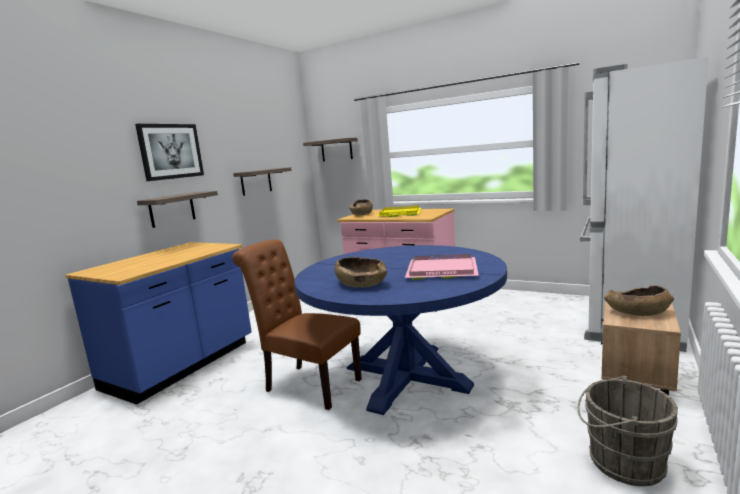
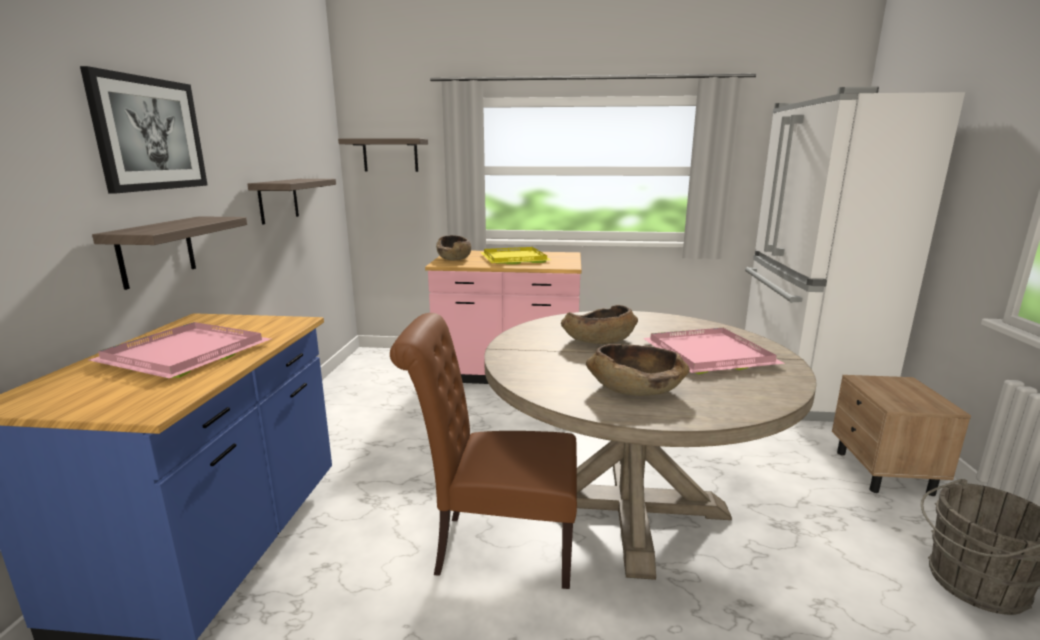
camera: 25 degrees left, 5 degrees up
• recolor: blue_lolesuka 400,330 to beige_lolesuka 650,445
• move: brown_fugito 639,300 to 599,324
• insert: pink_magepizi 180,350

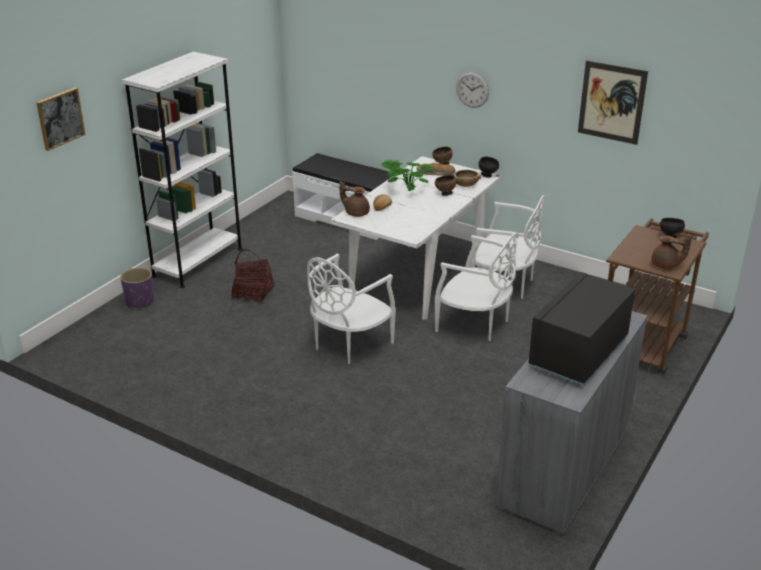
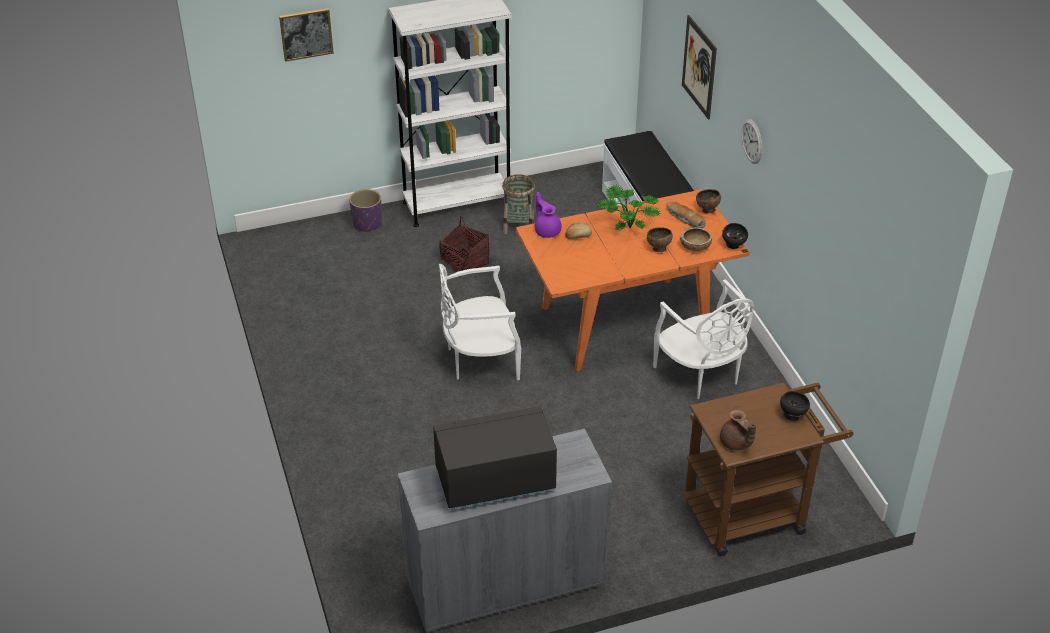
camera: 40 degrees right, 10 degrees up
• recolor: white_lolesuka 416,238 to orange_lolesuka 632,280
• recolor: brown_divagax 355,199 to purple_divagax 548,215
• delete: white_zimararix 477,287
• move: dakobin 613,102 to 699,67
• insert: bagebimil 518,204

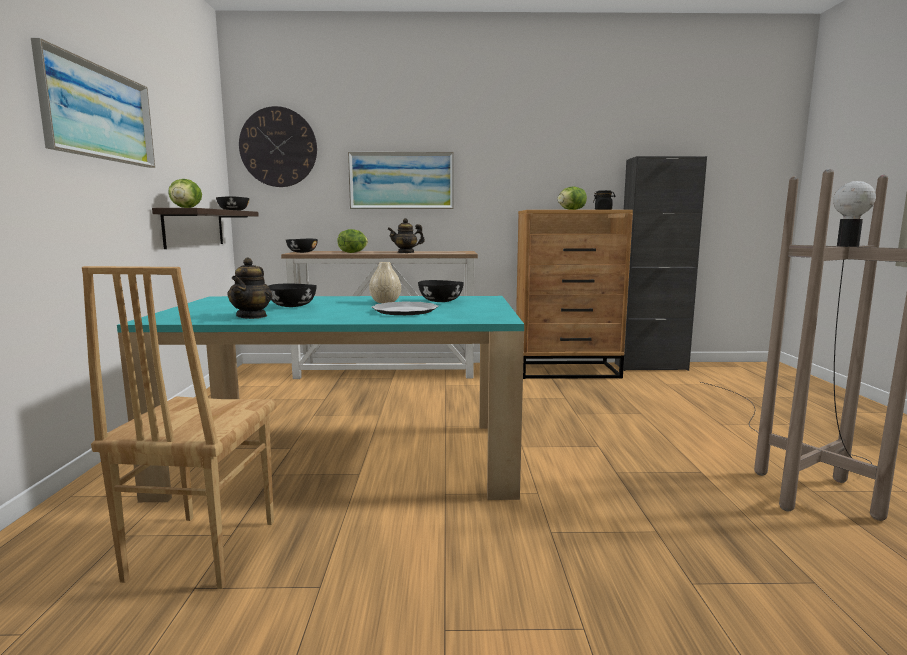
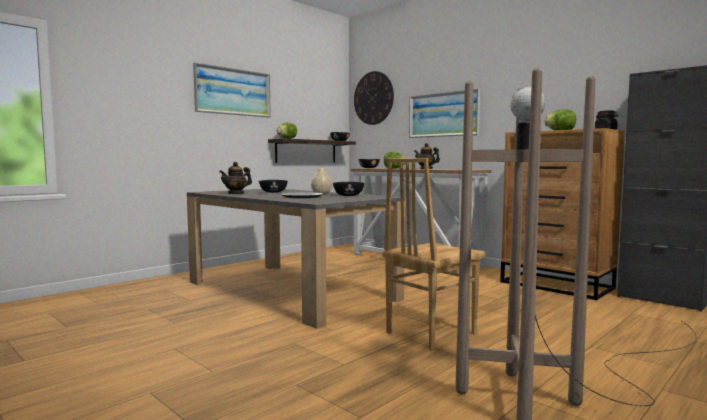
camera: 45 degrees right, 5 degrees down
• move: brown_zimararix 179,427 to 434,254
• recolor: turquoise_lolesuka 320,399 to grey_lolesuka 296,259

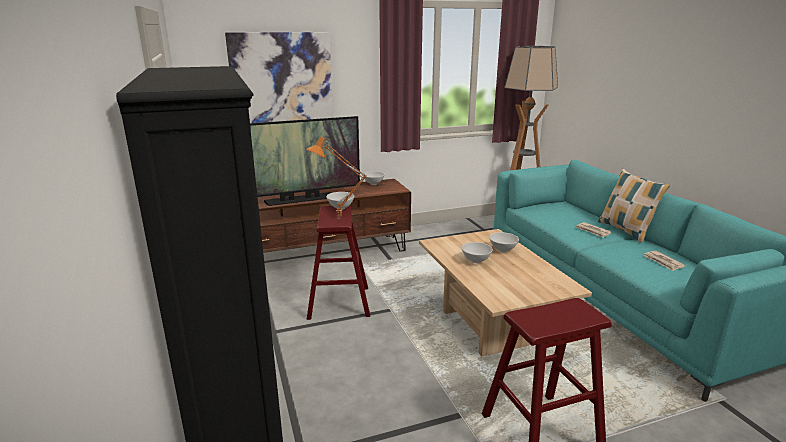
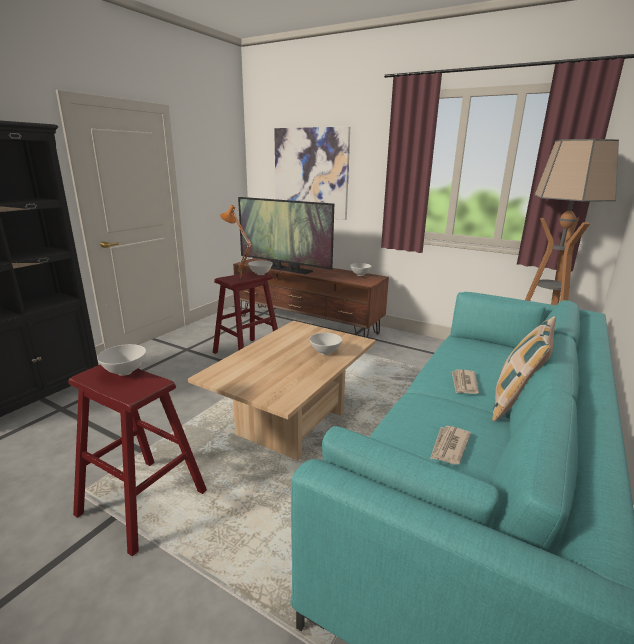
camera: 50 degrees right, 0 degrees up
• move: white_fugito 477,252 to 121,360

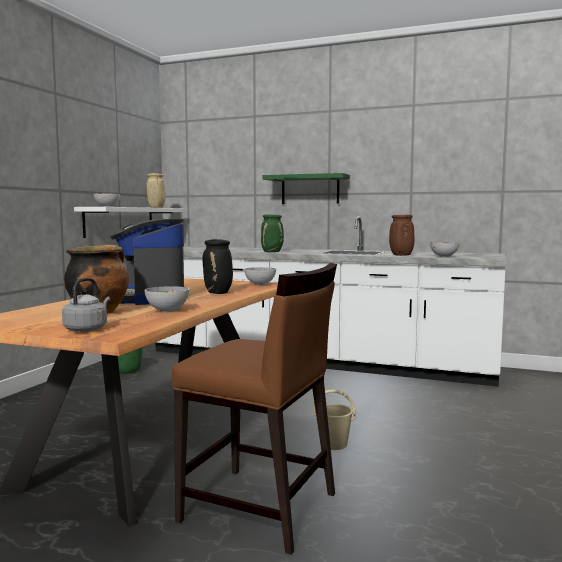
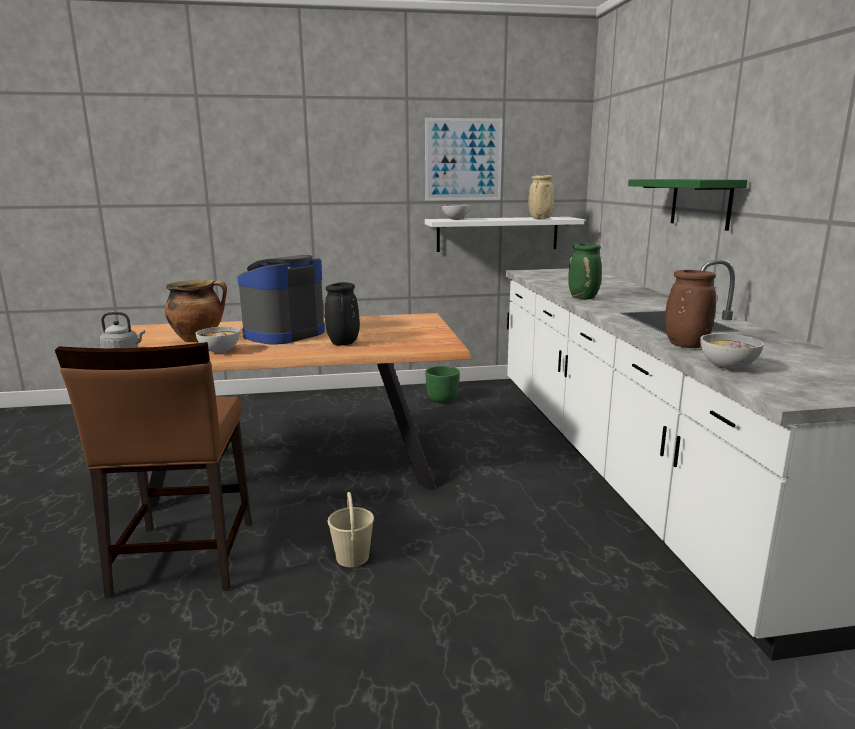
camera: 60 degrees right, 10 degrees up
• delete: fugito 260,276
• insert: dakobin 464,159

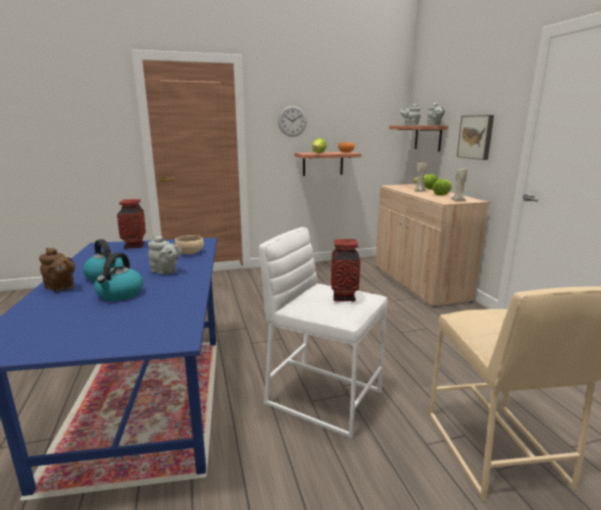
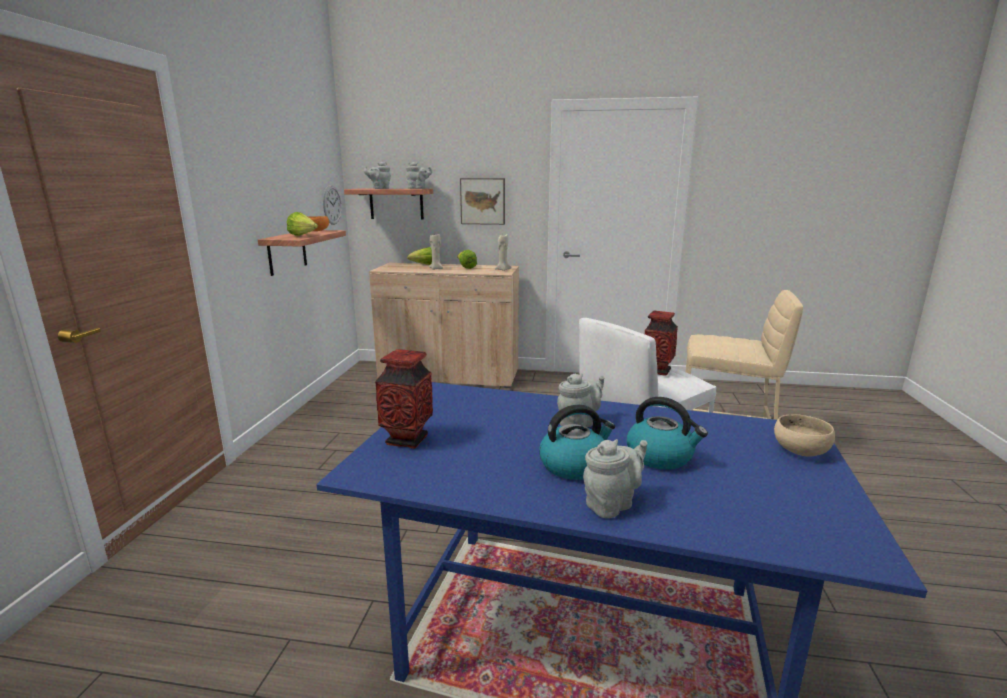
camera: 65 degrees left, 0 degrees up
• recolor: brown_divagax 57,269 to grey_divagax 615,478
• move: beige_fugito 189,244 to 804,435
• move: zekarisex 292,121 to 332,205

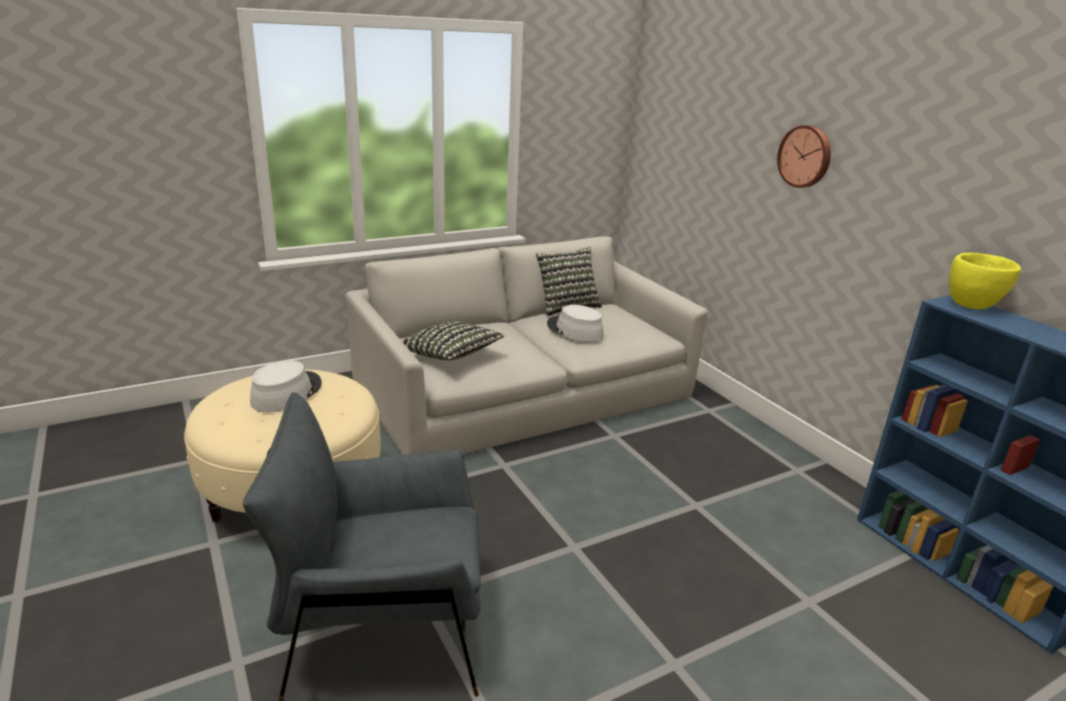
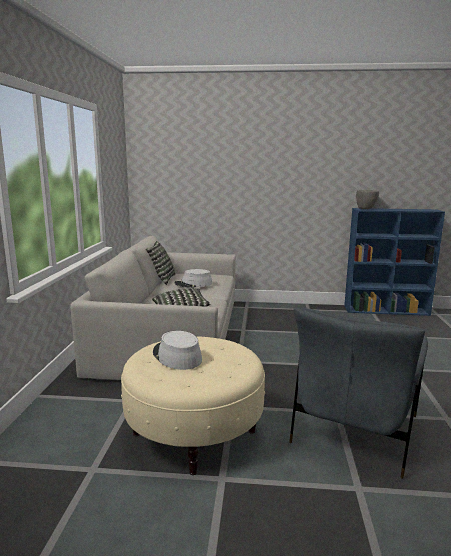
camera: 55 degrees left, 10 degrees down
• delete: zekarisex 804,156
• recolor: yellow_fugito 985,281 to grey_fugito 367,199

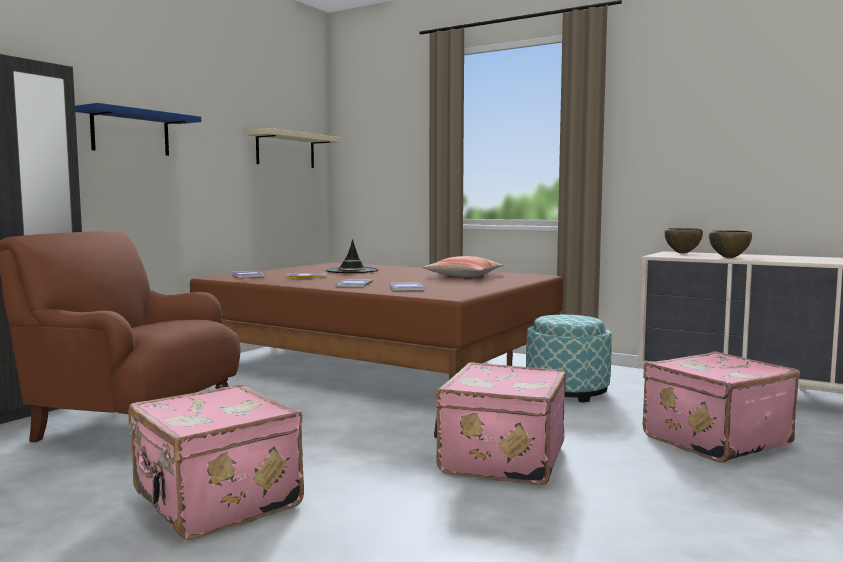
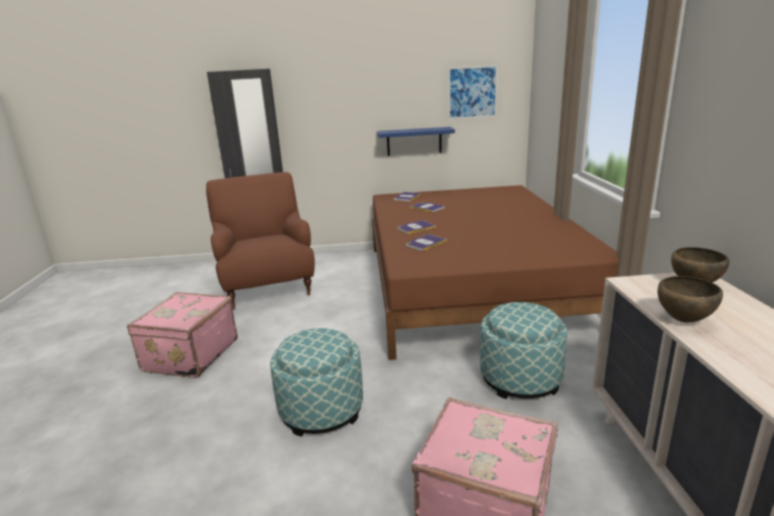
camera: 55 degrees right, 15 degrees up
• move: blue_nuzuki 138,129 to 416,141
• replace: beige_nuzuki 294,148 to dakobin 473,92
• delete: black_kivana 352,256
• delete: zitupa 462,266
• replace: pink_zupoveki 500,423 to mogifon 316,382

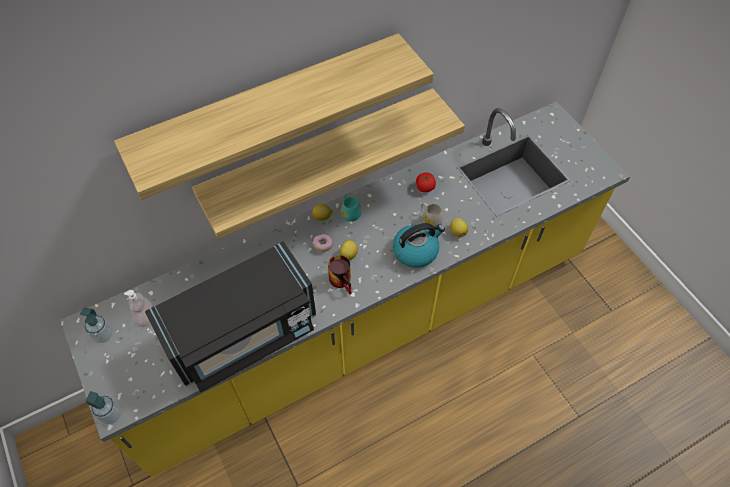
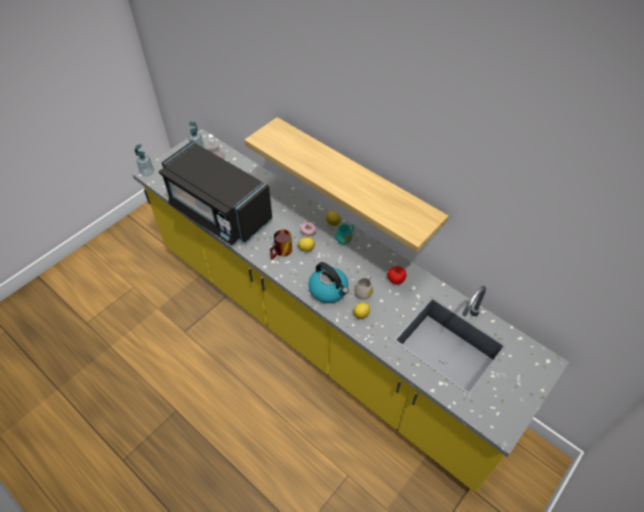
camera: 70 degrees right, 5 degrees down
• delete: nuzuki 274,116

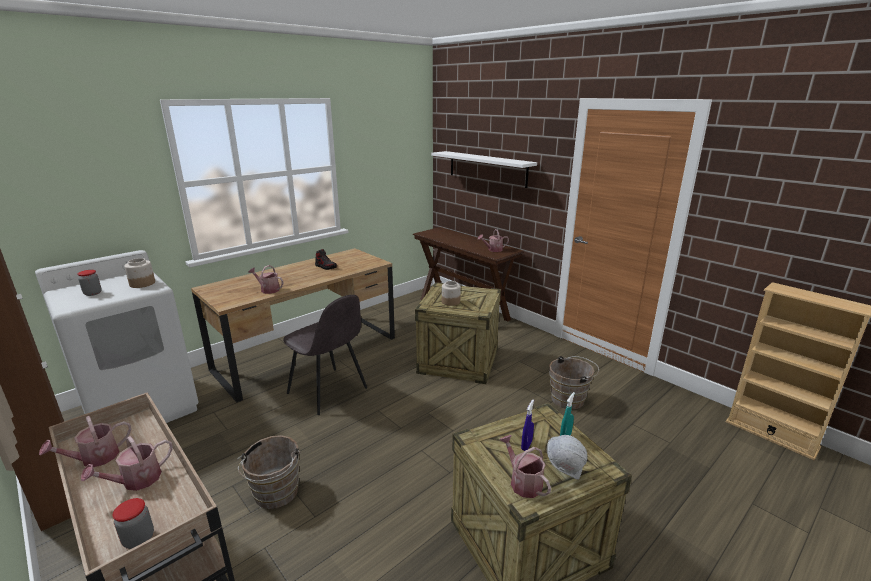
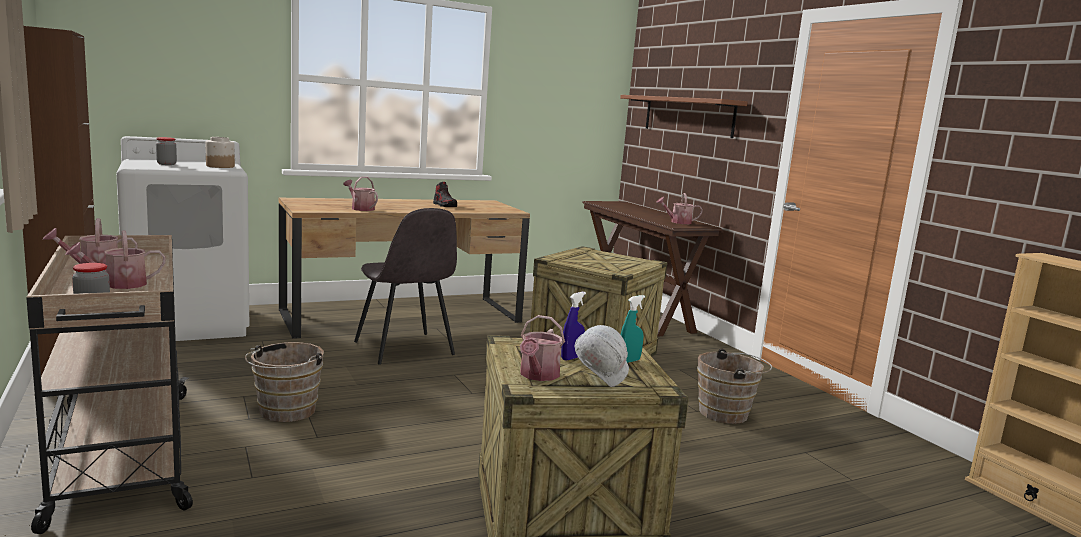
camera: 15 degrees right, 10 degrees down
• recolor: white_nuzuki 484,169 to brown_nuzuki 684,116
• delete: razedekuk 451,293
• rotate: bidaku 525,466 = 542,348 150 degrees counterclockwise

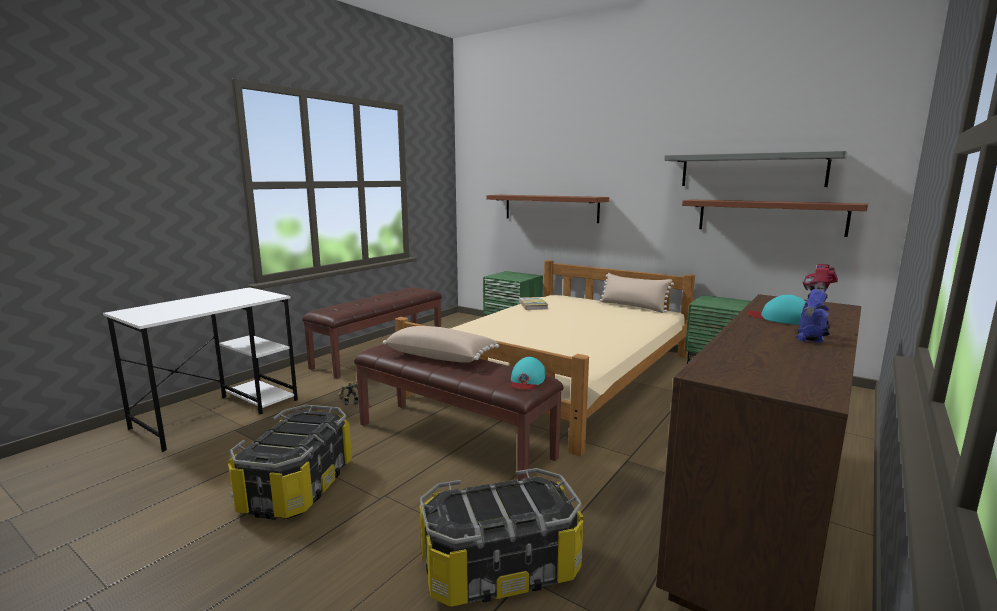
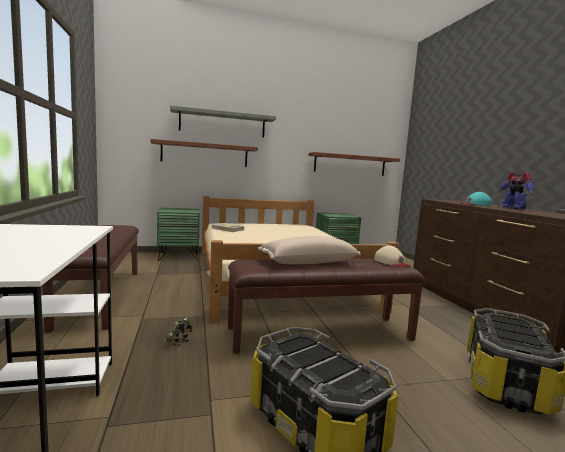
camera: 50 degrees left, 5 degrees down
• recolor: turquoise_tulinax 528,373 to beige_tulinax 392,256
• delete: beige_zitupa 637,293
• move: grey_nuzuki 756,169 to 223,121

